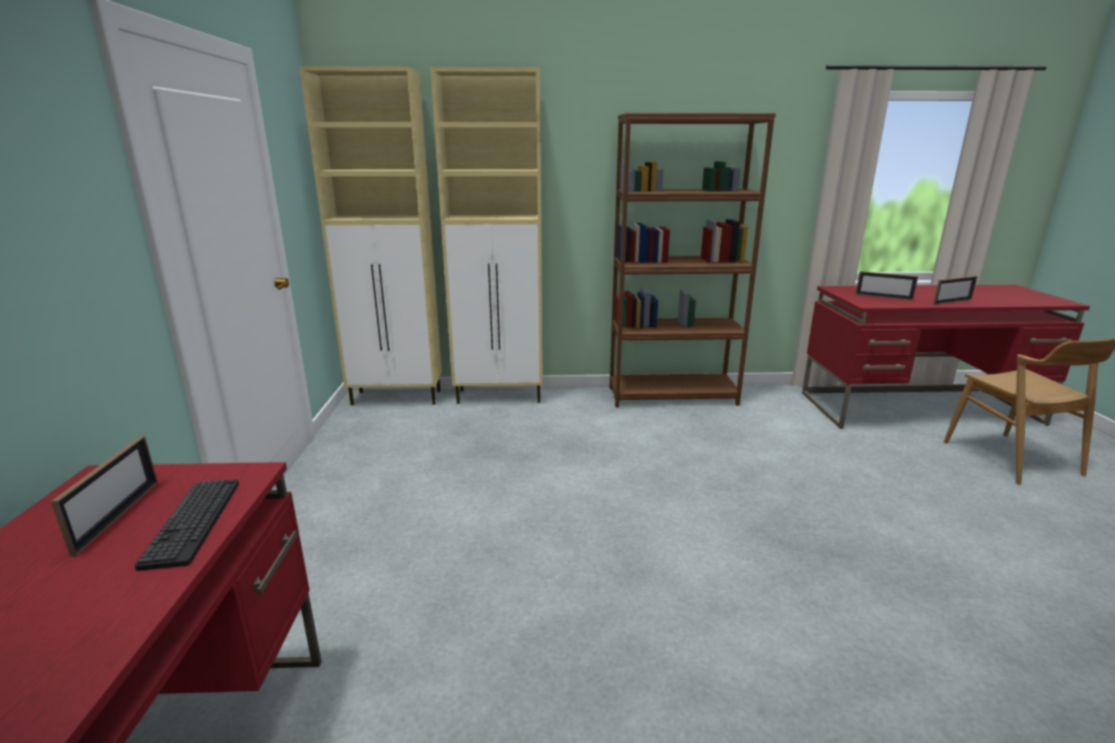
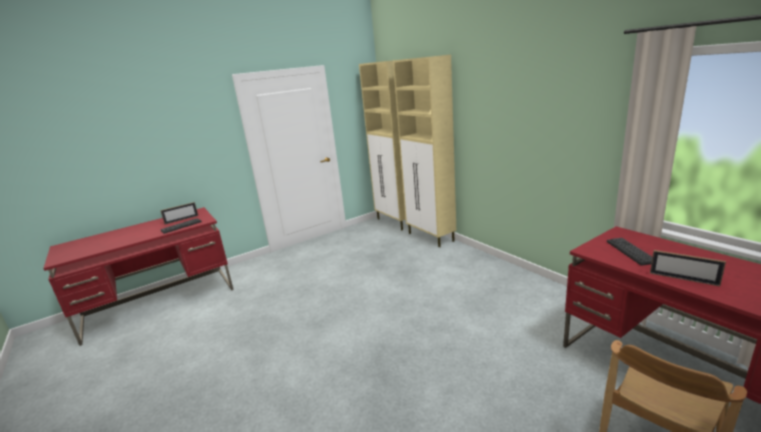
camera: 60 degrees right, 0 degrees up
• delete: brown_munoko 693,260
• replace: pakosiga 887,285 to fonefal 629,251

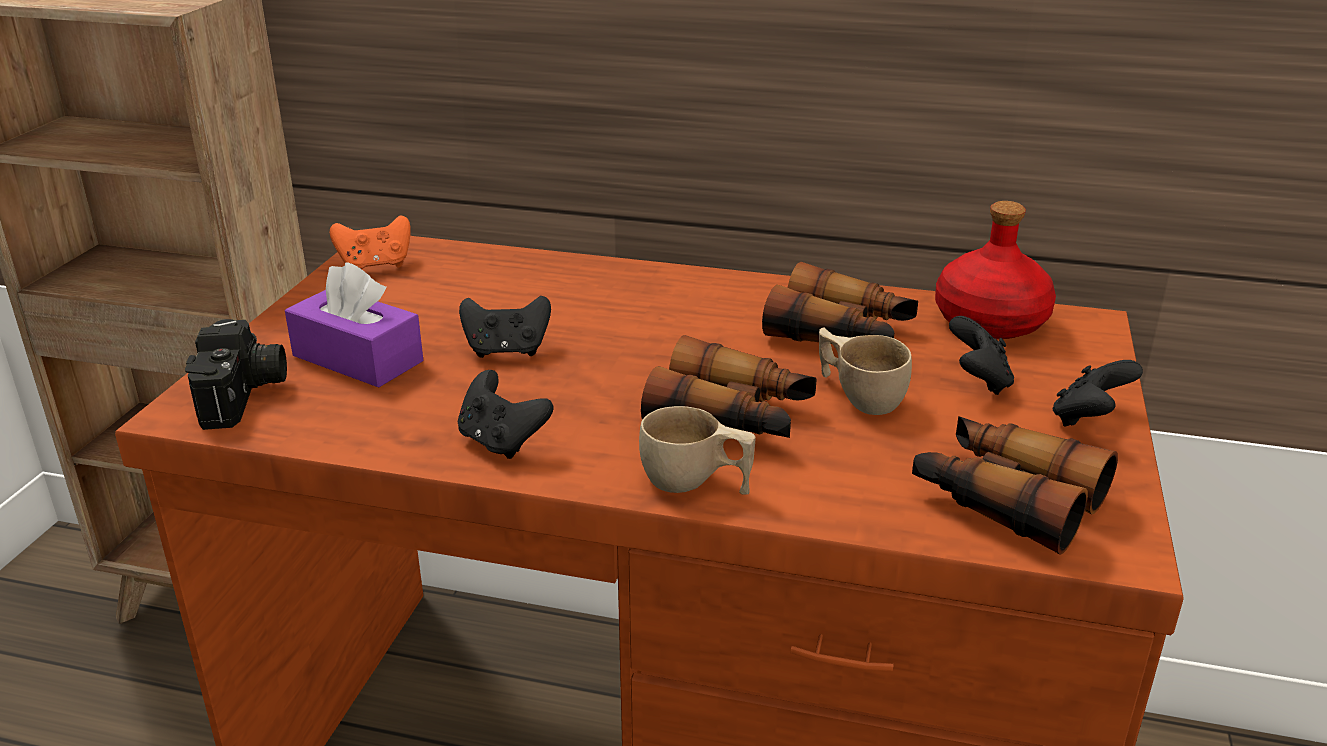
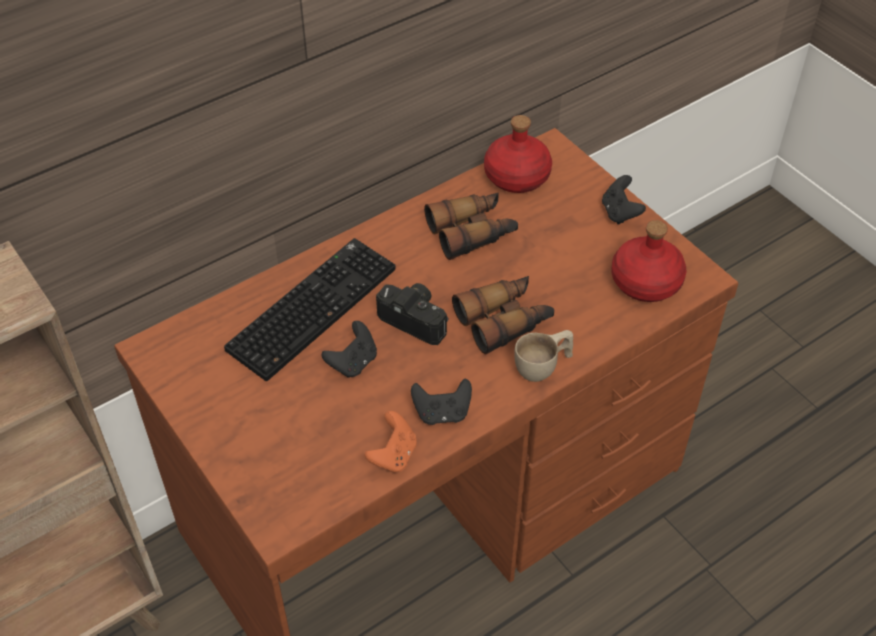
camera: 50 degrees left, 20 degrees up
• move: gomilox 236,374 to 412,314
• delete: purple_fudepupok 354,325
• move: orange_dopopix 370,242 to 391,442
• delete: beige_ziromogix 865,371
• replace: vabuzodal 1015,485 to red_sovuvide 649,261
• delete: black_dopopix 981,355
• insert: fonefal 309,309

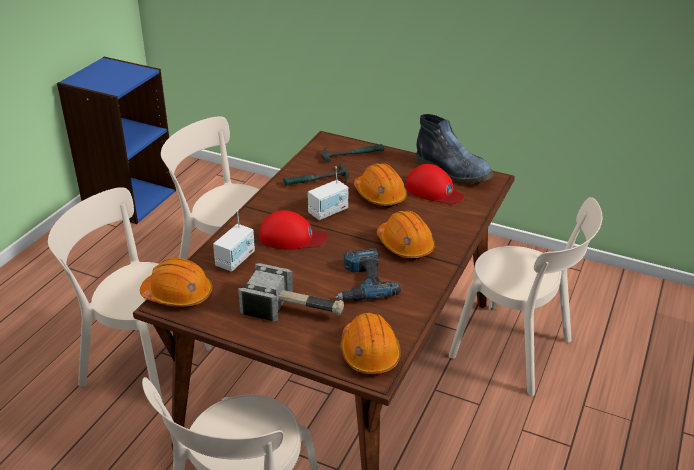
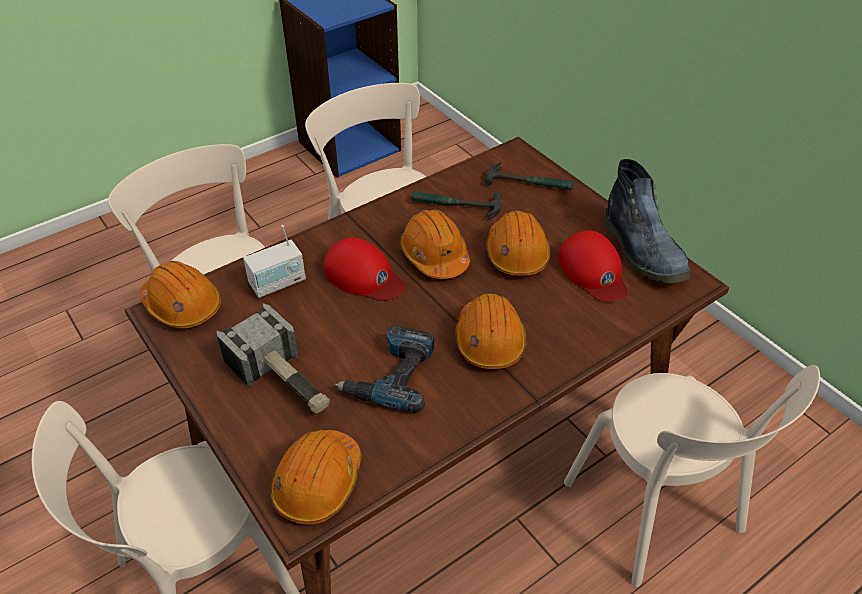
camera: 30 degrees right, 10 degrees up
• replace: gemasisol 328,193 to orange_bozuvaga 435,244

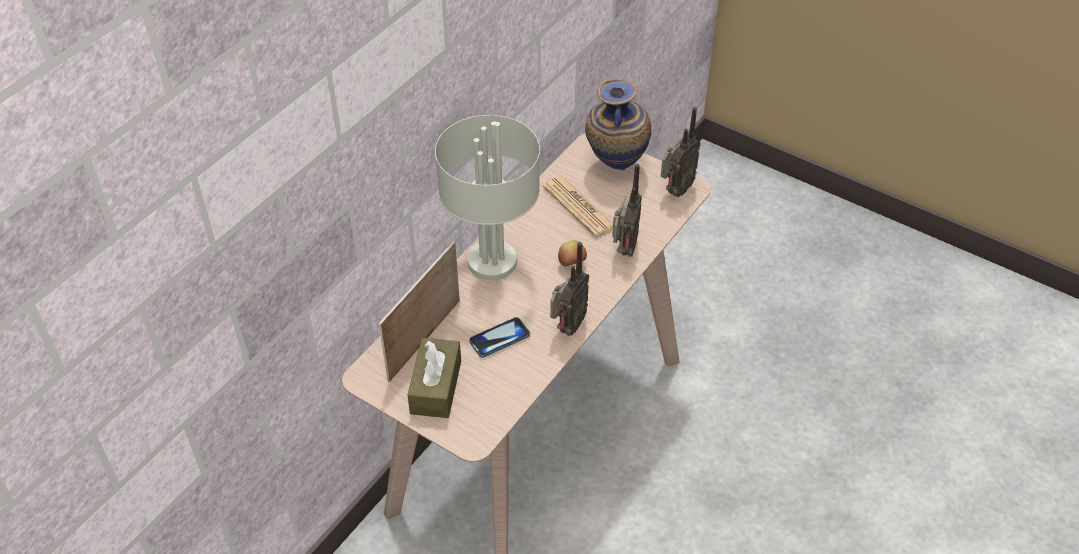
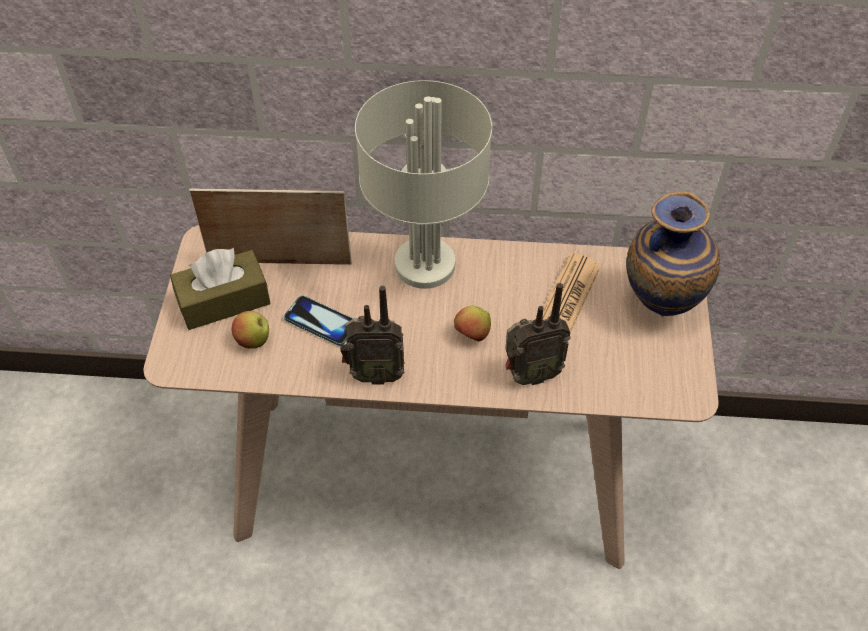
camera: 60 degrees right, 5 degrees up
• delete: gemasisol 681,152
• insert: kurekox 250,329

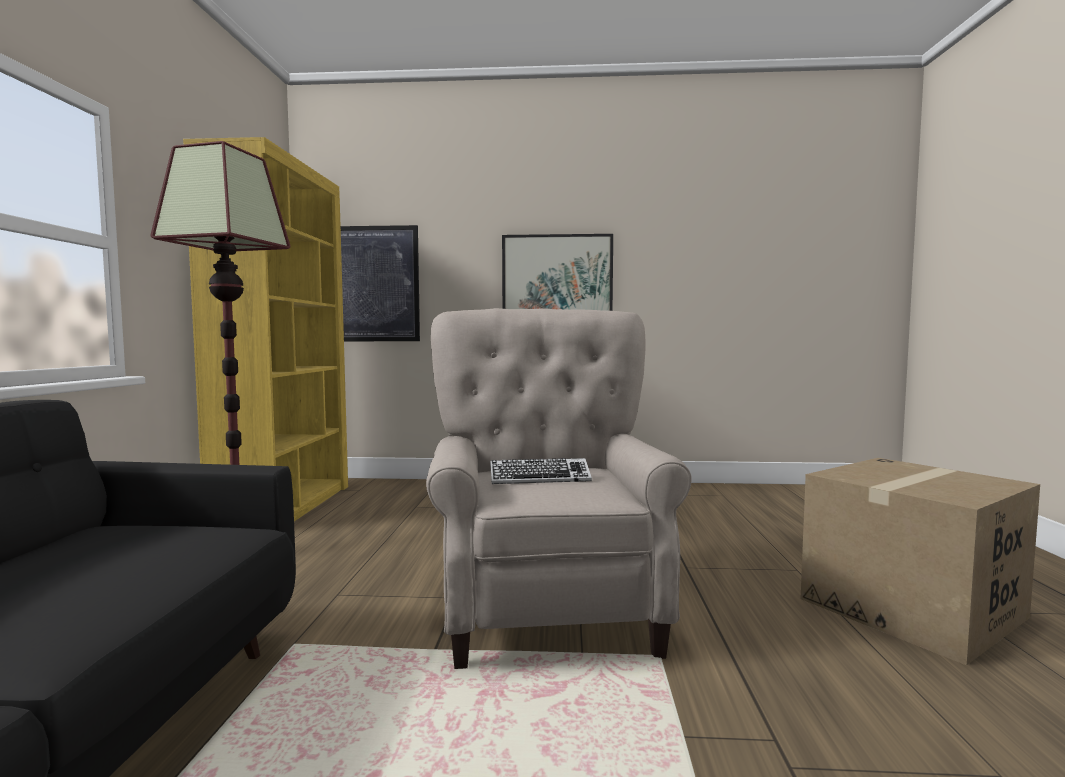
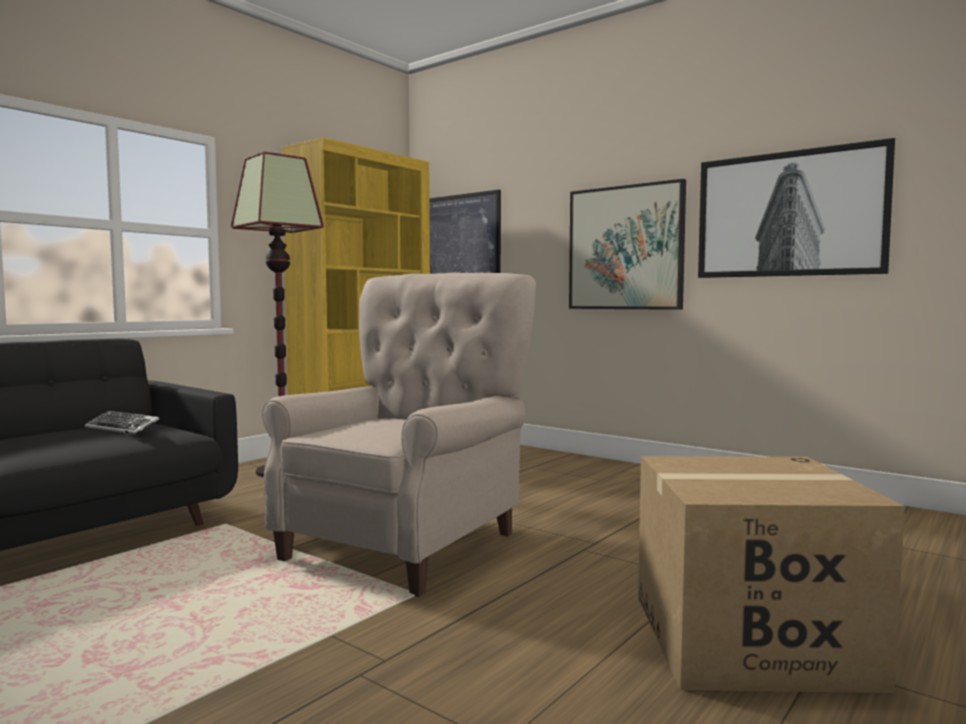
camera: 35 degrees right, 0 degrees up
• move: fonefal 541,471 to 122,422
• insert: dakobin 796,208

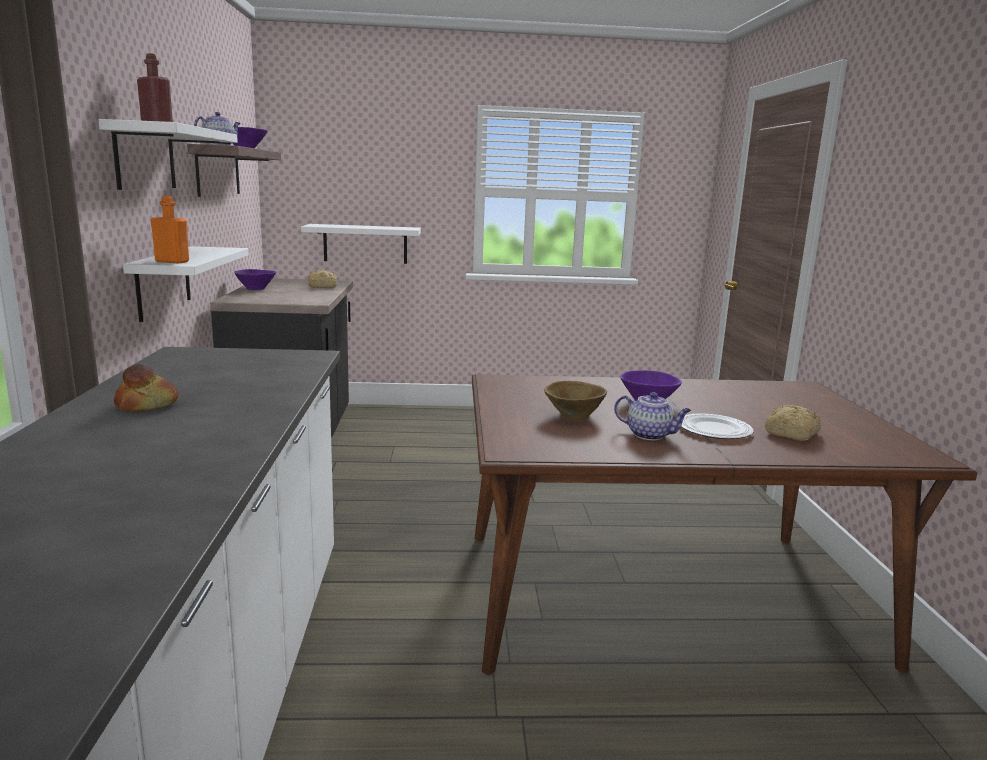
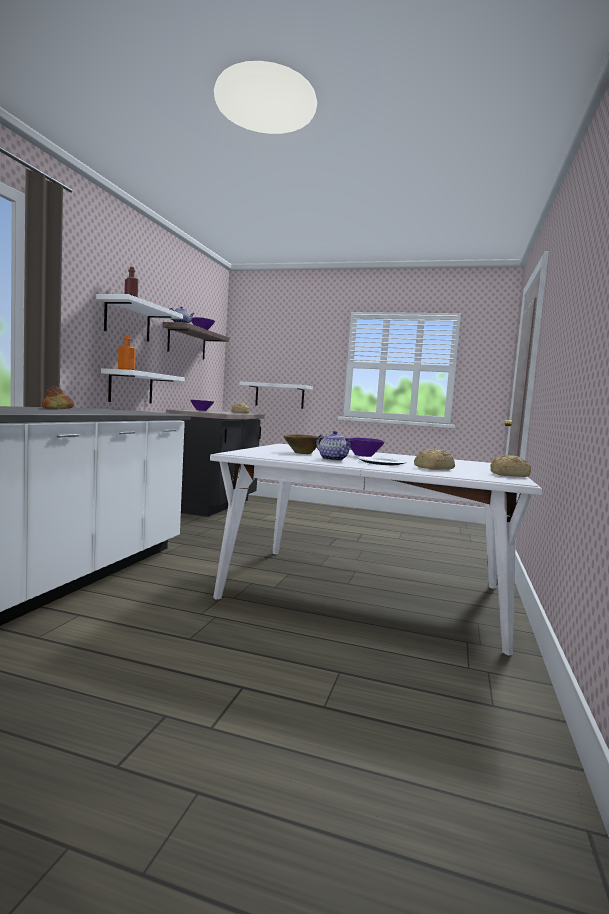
camera: 20 degrees right, 10 degrees down
• recolor: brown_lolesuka 724,524 to white_lolesuka 376,549
• insert: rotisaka 510,466

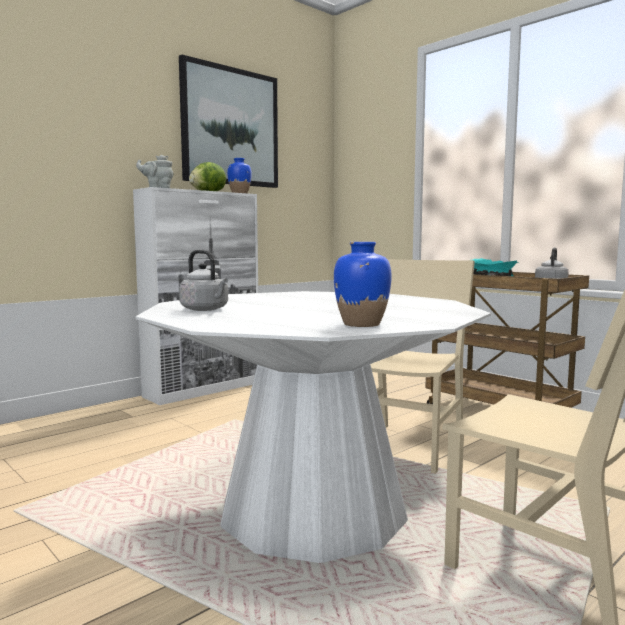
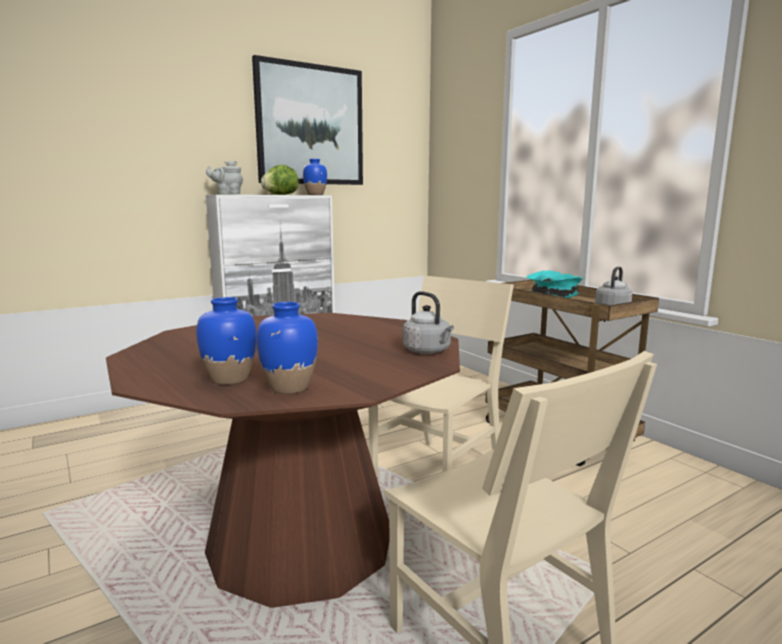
camera: 10 degrees right, 5 degrees up
• recolor: white_lolesuka 313,427 to brown_lolesuka 283,460
• move: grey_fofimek 203,280 to 428,322
• insert: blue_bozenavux 226,341

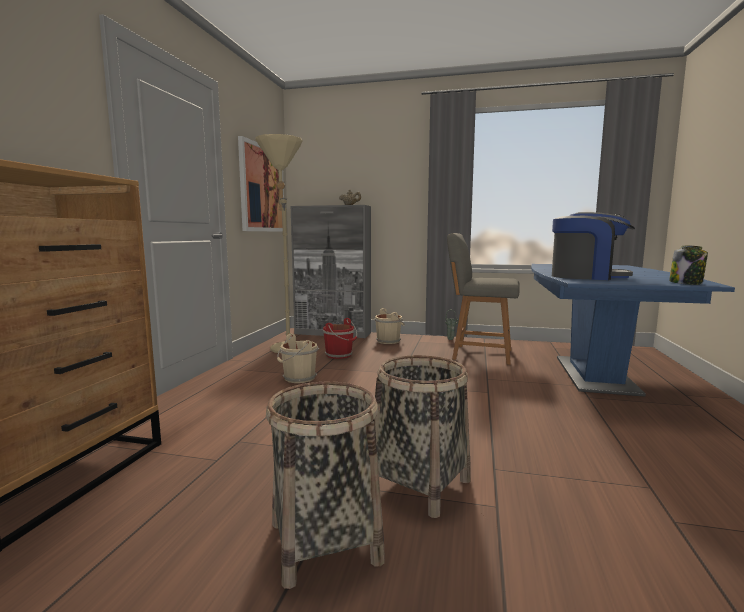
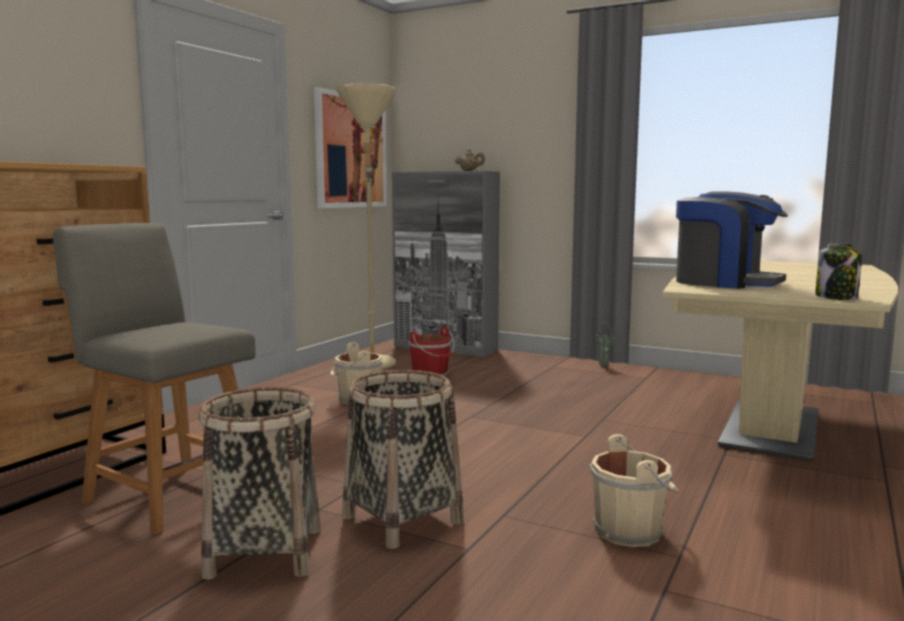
camera: 15 degrees right, 0 degrees up
• move: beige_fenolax 389,326 to 633,490
• move: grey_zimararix 483,299 to 154,379
• recolor: blue_lolesuka 633,330 to beige_lolesuka 780,360

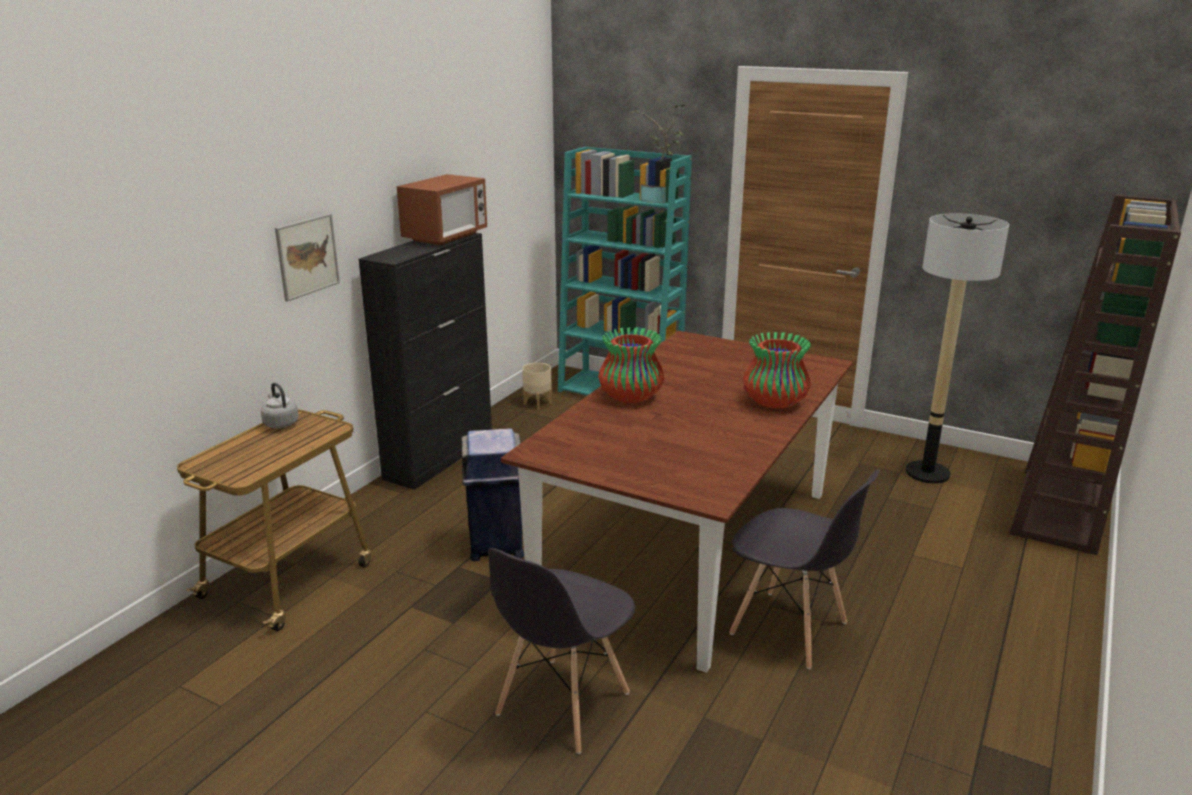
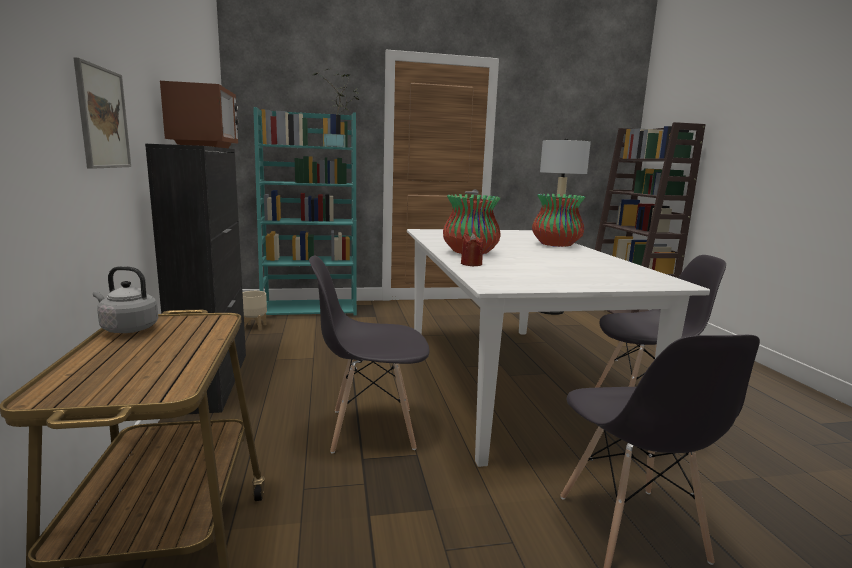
camera: 40 degrees left, 10 degrees down
• replace: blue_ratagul 492,495 to grey_zimararix 369,355
• recolor: brown_lolesuka 677,502 to white_lolesuka 558,348
• insert: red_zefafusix 472,249

